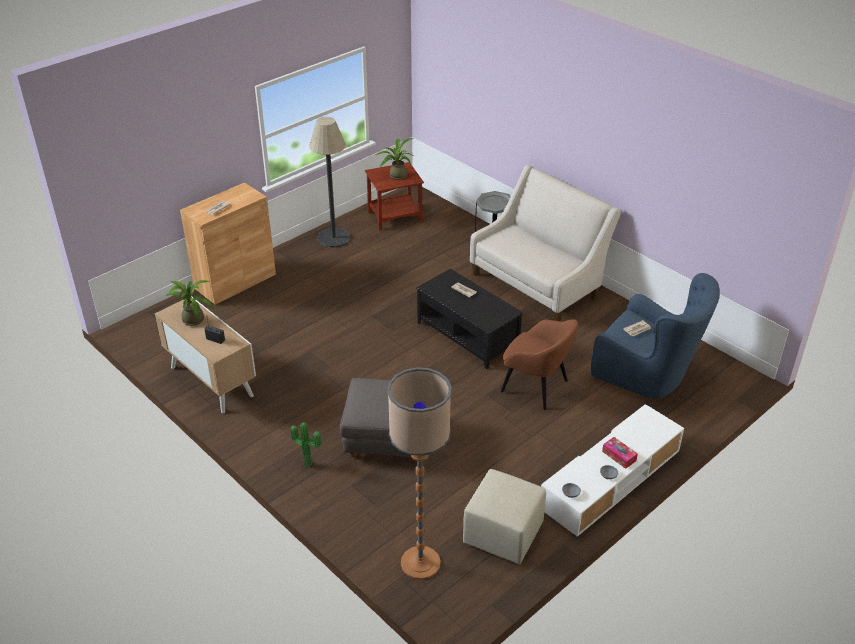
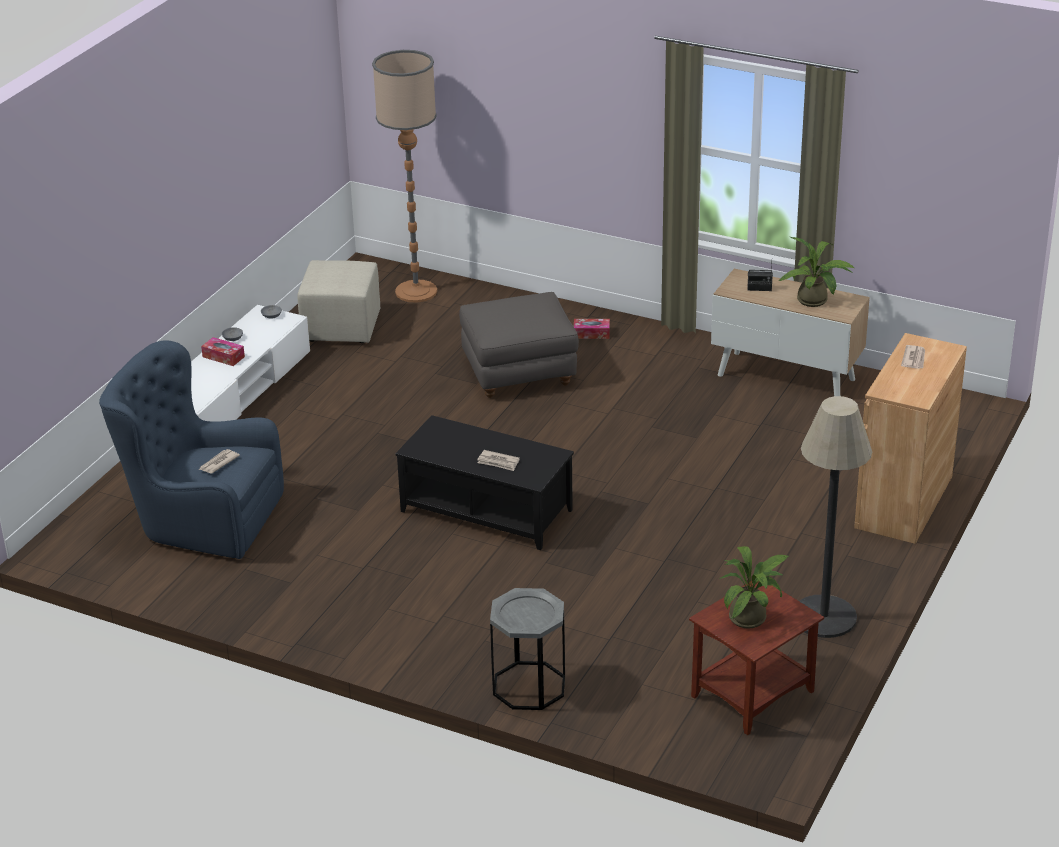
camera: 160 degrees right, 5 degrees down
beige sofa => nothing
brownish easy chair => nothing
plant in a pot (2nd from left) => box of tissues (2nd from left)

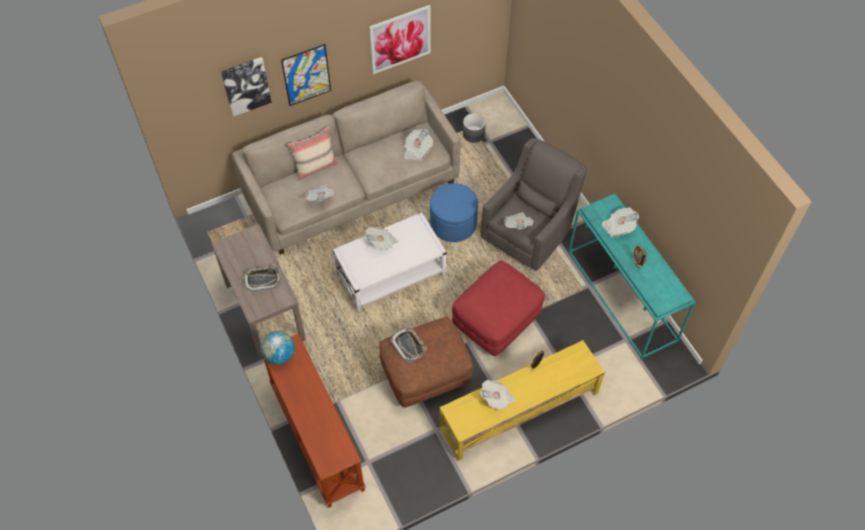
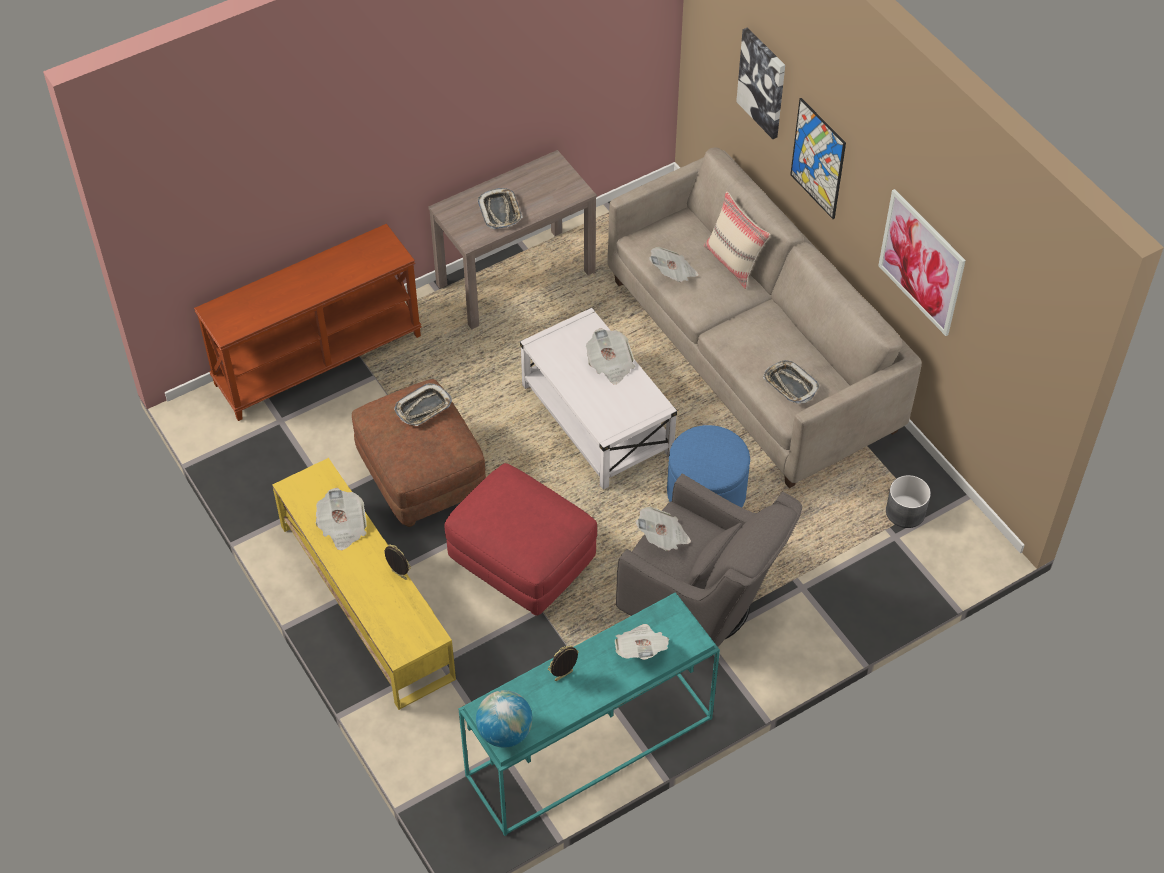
camera: 85 degrees right, 5 degrees down
daily paper (3rd from left) => carrying tray (3rd from left)
world globe, move

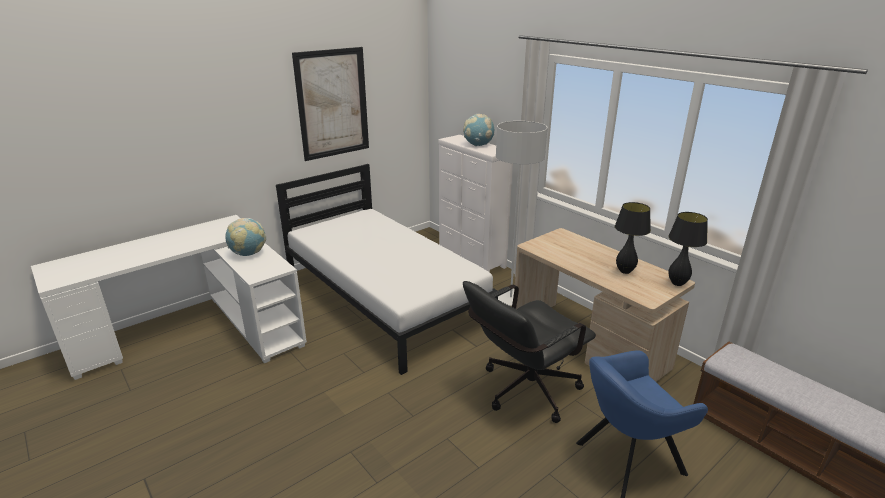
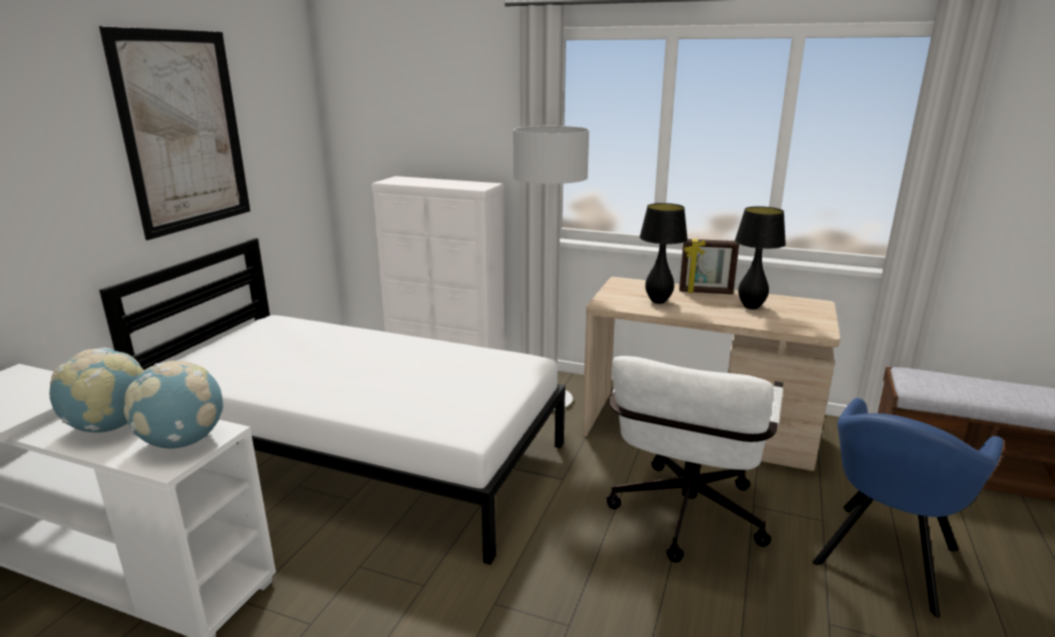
camera: 30 degrees left, 5 degrees down
world globe (2nd from left), move
blackish lamp for a table (2nd from left in the first image) => blackish lamp for a table (1st from left), move
blackish computer chair => white-coloured computer chair
nothing => photo frame

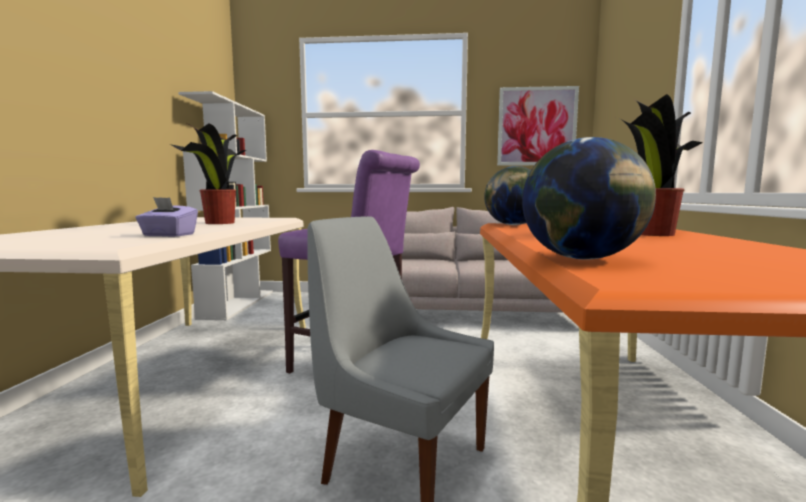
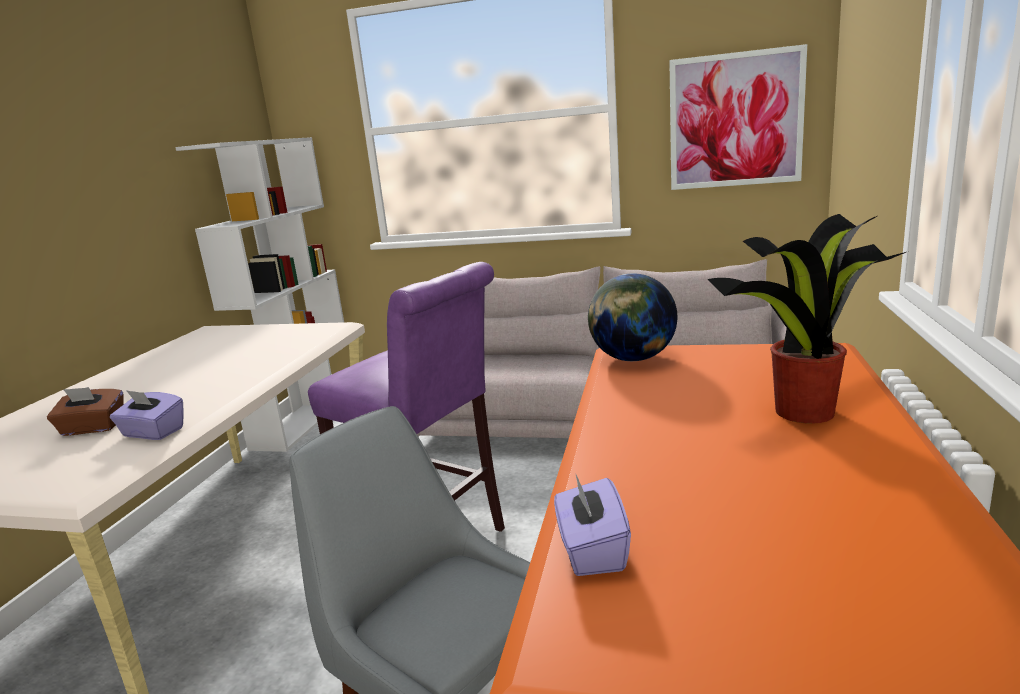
camera: 10 degrees right, 10 degrees up
plant in a pot (1st from left) => nothing
world globe (2nd from left) => purple-coloured box of tissues (2nd from left)
nothing => brownish box of tissues

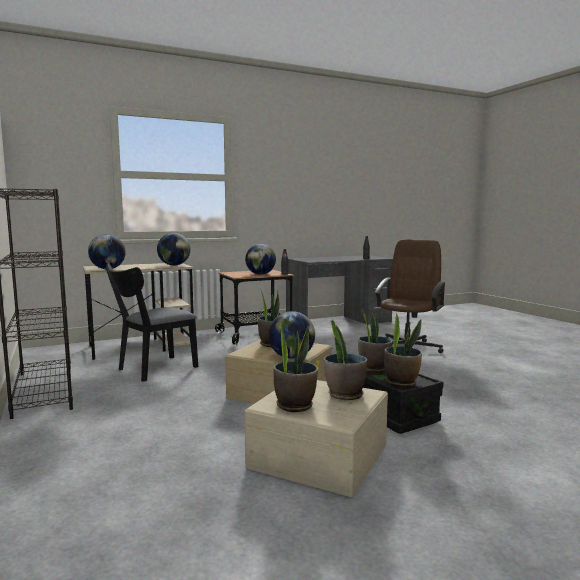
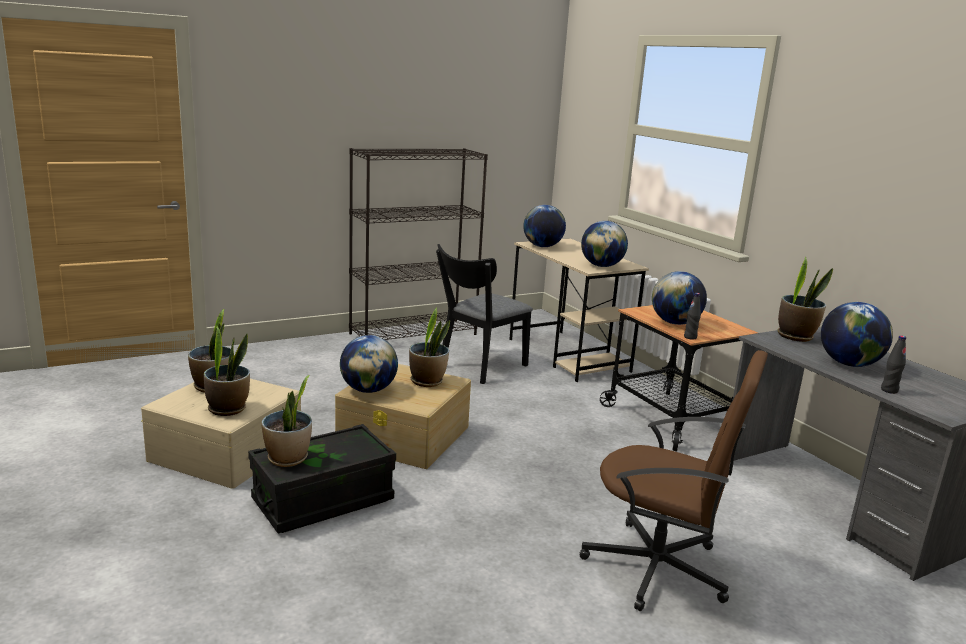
camera: 85 degrees right, 10 degrees up
blackish plain chair, 90 degrees counterclockwise
plant in a pot (4th from left in the first image) => plant in a pot (5th from left), move
nothing => world globe (5th from left)

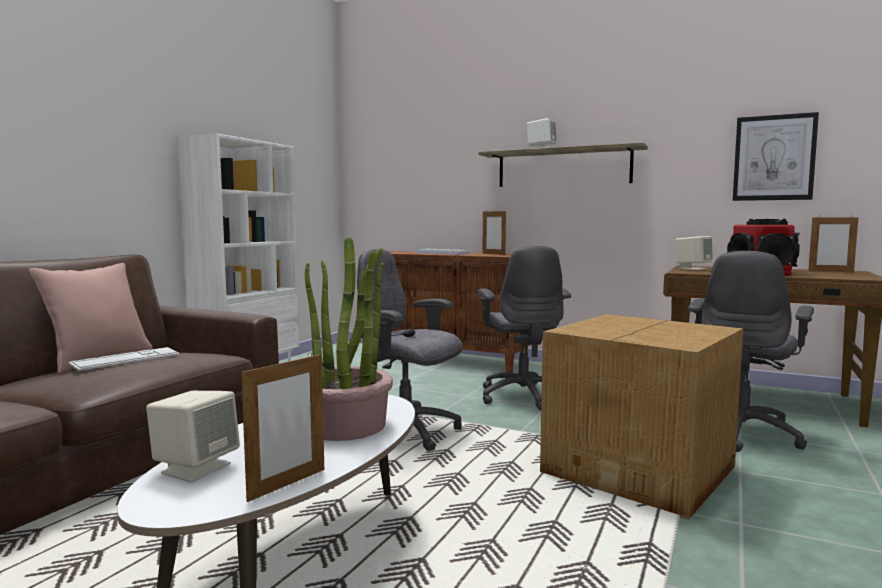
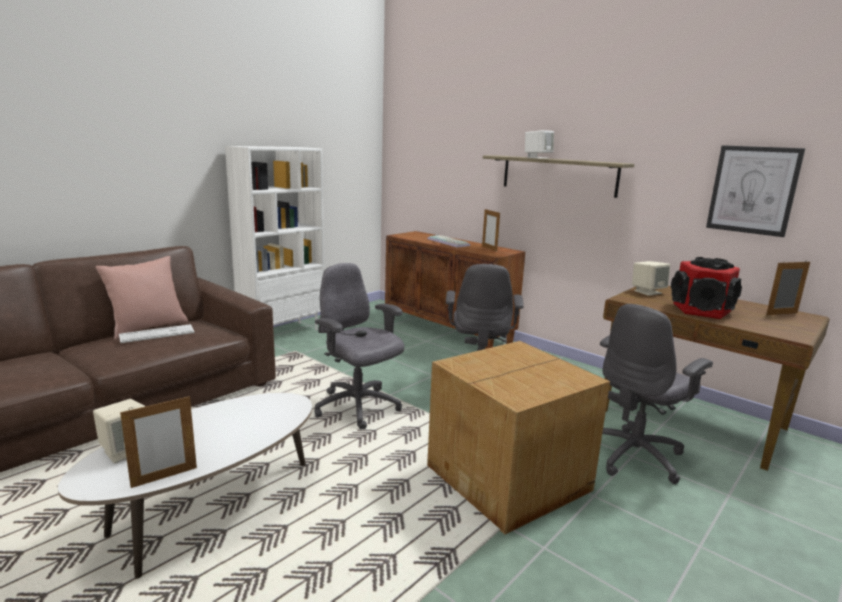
camera: 15 degrees right, 10 degrees up
photo frame (3rd from left), 135 degrees clockwise
plant in a pot => nothing

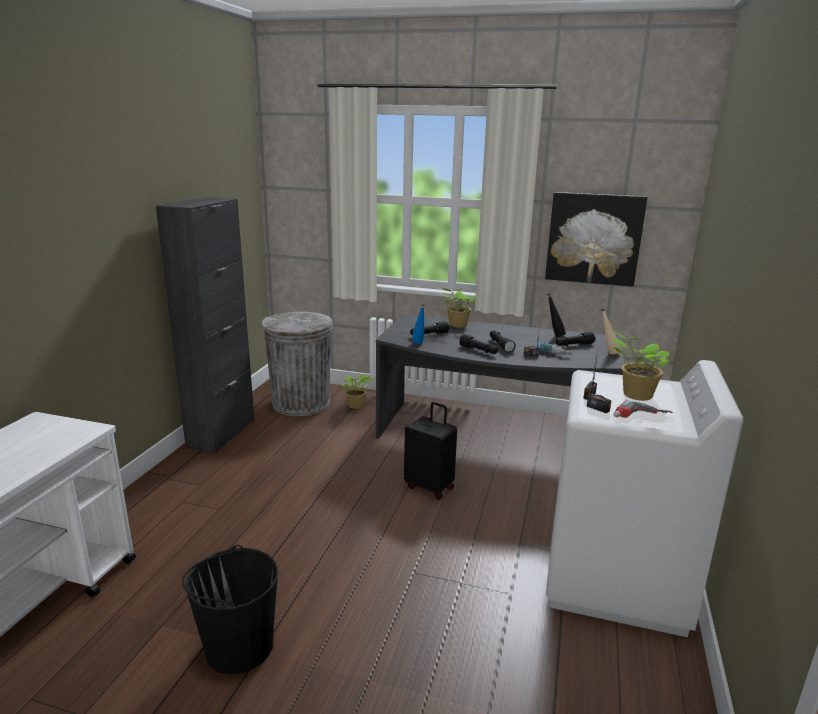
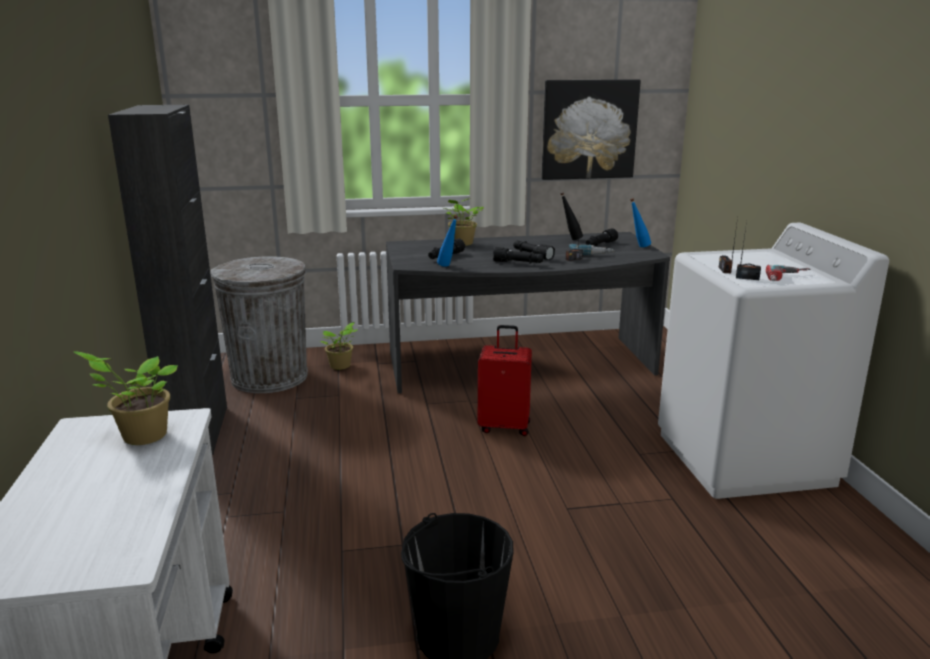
camera: 25 degrees left, 0 degrees up
beige bottle => bluish bottle (2nd from left)
plant in a pot (3rd from left in the first image) => plant in a pot (1st from left), move
blackish piece of luggage => red piece of luggage

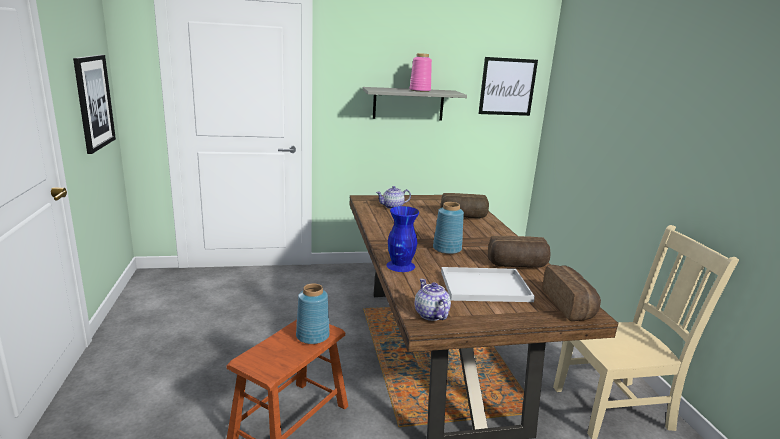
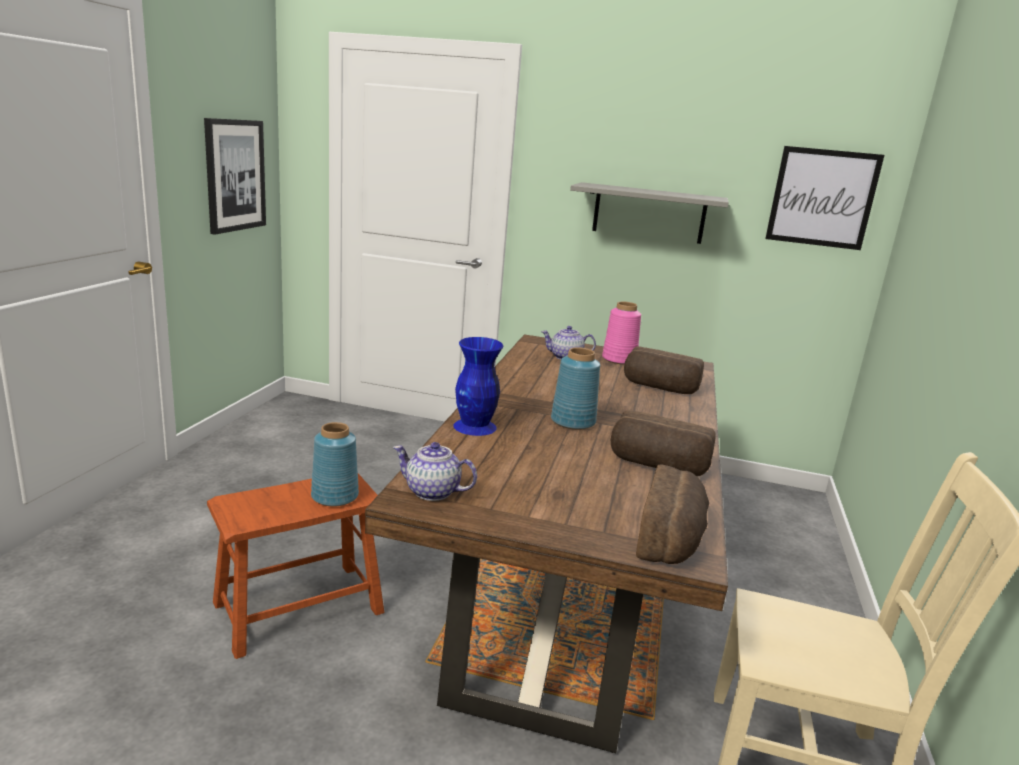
camera: 25 degrees right, 0 degrees up
pink-coloured decorative vase, move
white-coloured carrying tray => nothing
pot for tea (2nd from left in the first image) => pot for tea (1st from left), 75 degrees counterclockwise

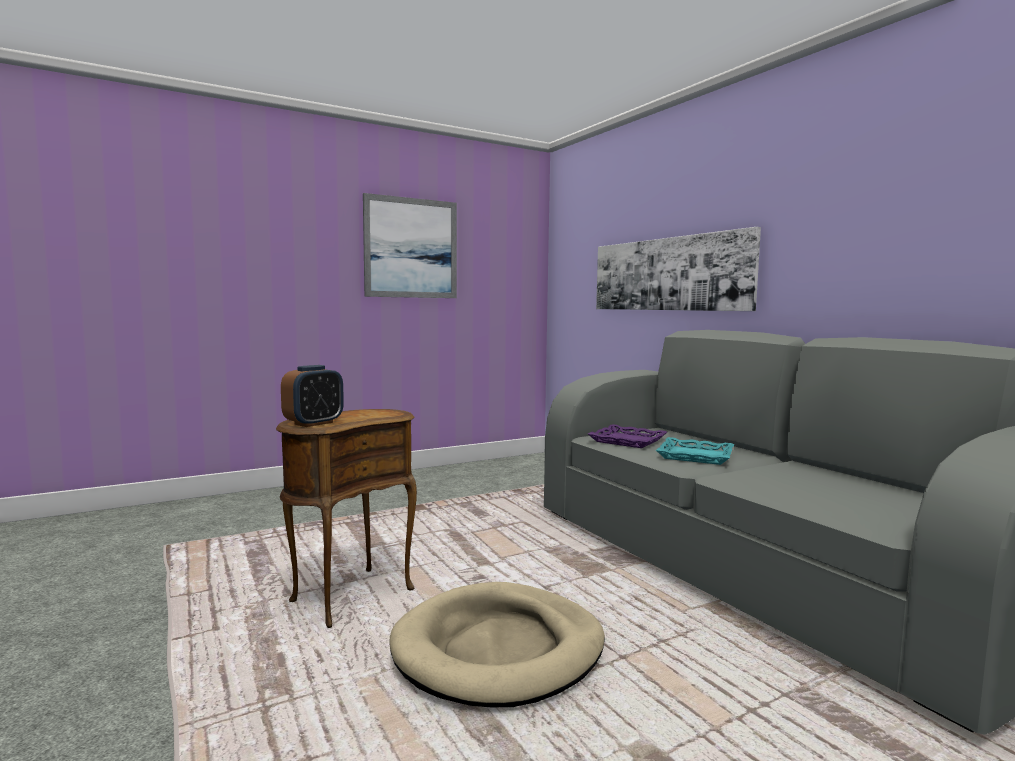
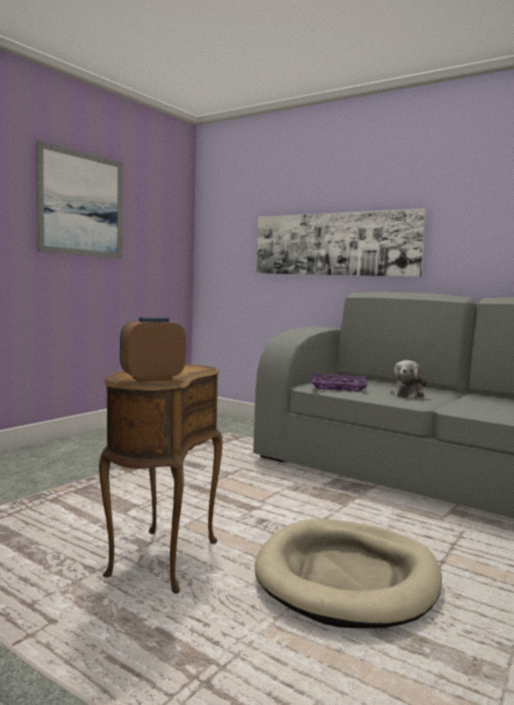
camera: 25 degrees left, 0 degrees up
alarm clock, 135 degrees counterclockwise
blue-green carrying tray => cuddly toy

